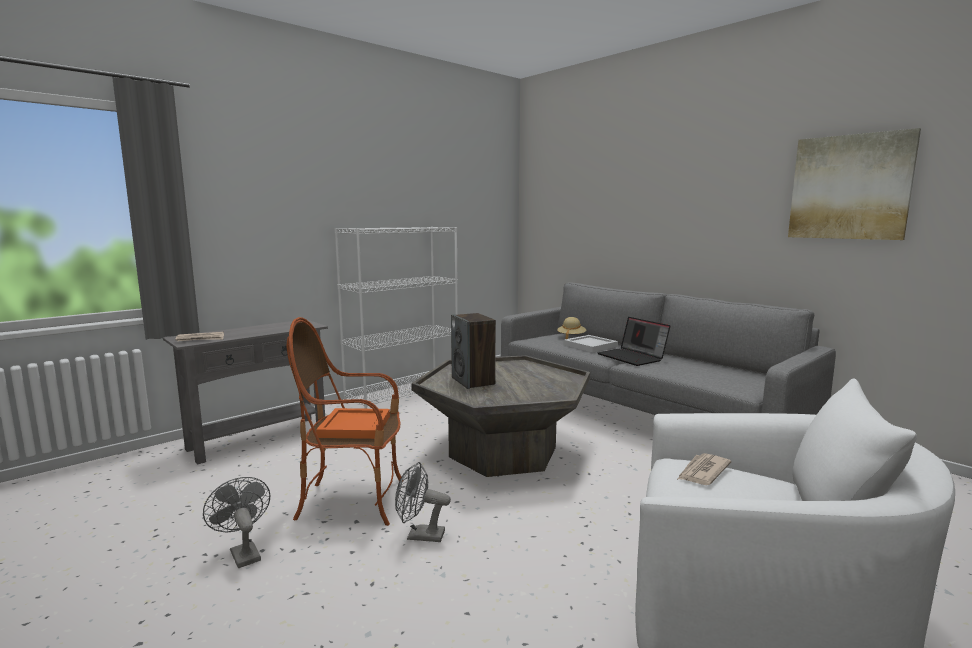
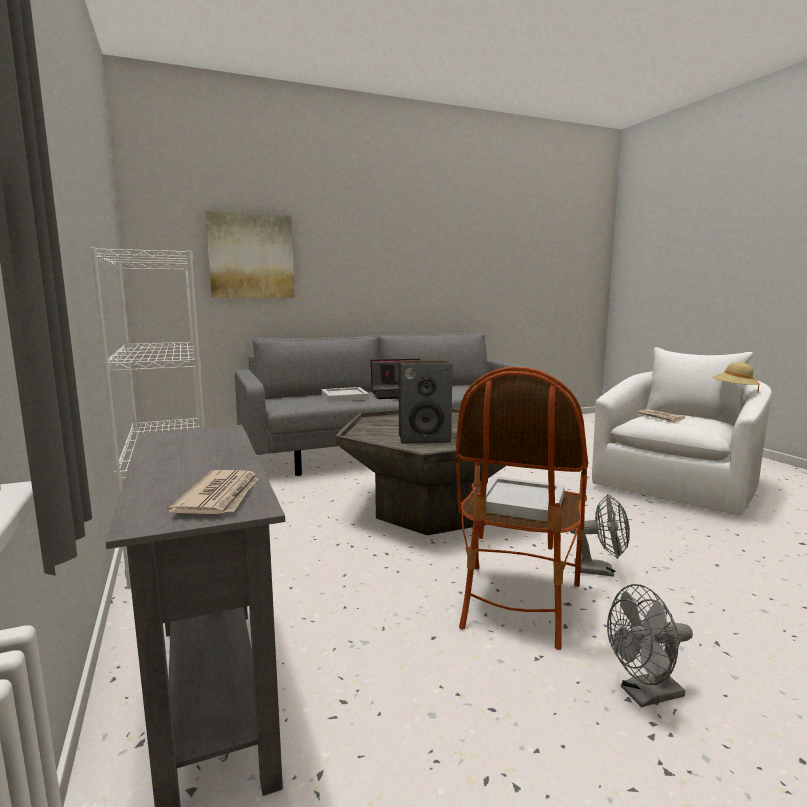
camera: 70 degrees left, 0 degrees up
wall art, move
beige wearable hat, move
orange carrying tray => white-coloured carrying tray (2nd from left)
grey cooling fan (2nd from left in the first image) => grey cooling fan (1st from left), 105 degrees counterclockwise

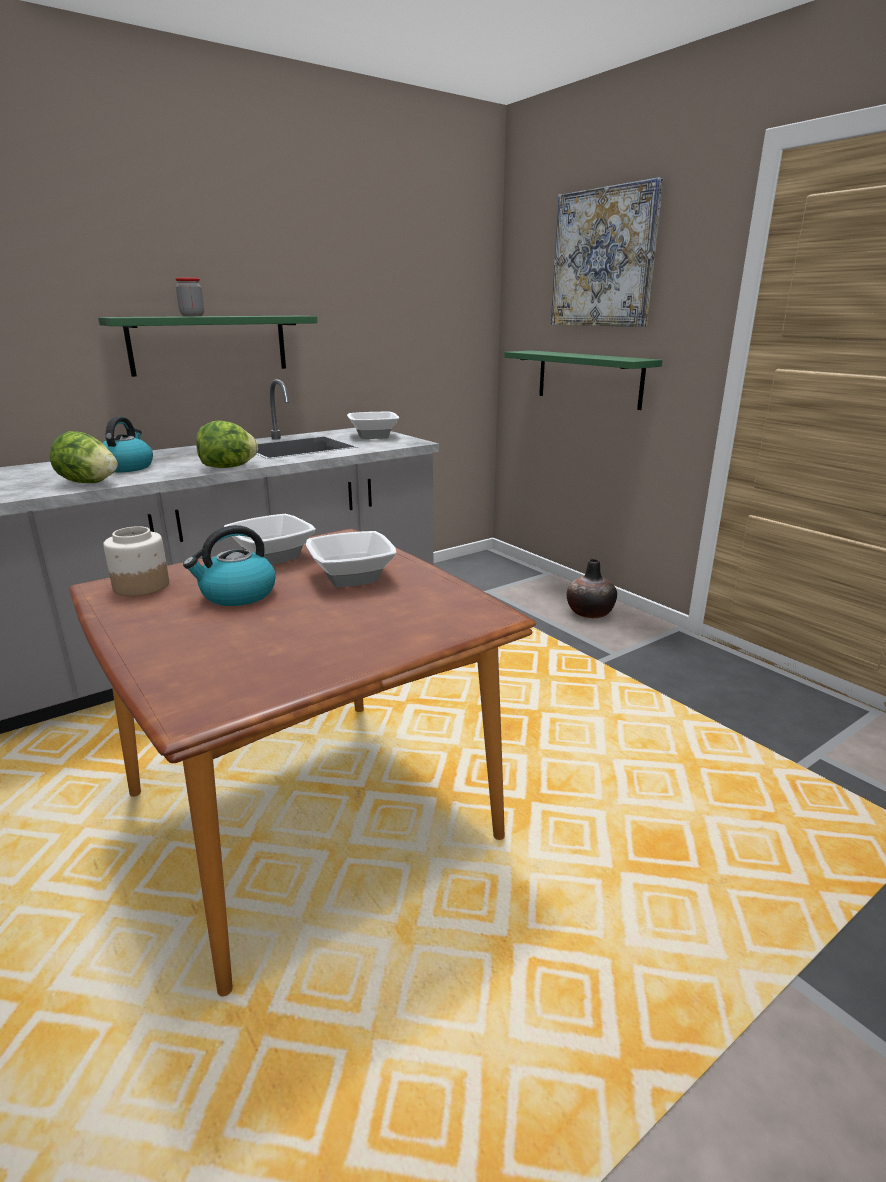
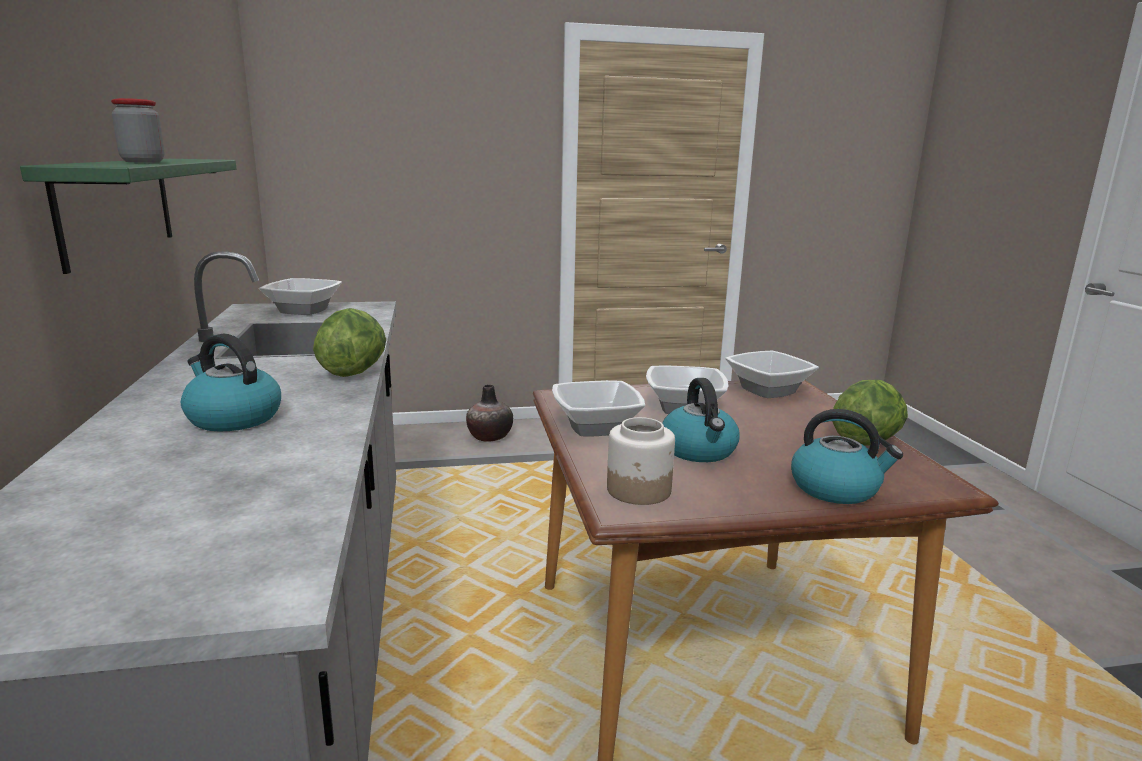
camera: 65 degrees left, 5 degrees down
wall art => nothing
green-coloured bracket shelf (2nd from left) => nothing
head of lettuce (1st from left in the first image) => head of lettuce (2nd from left), move
nothing => deep dish (4th from left)
nothing => water kettle (3rd from left)

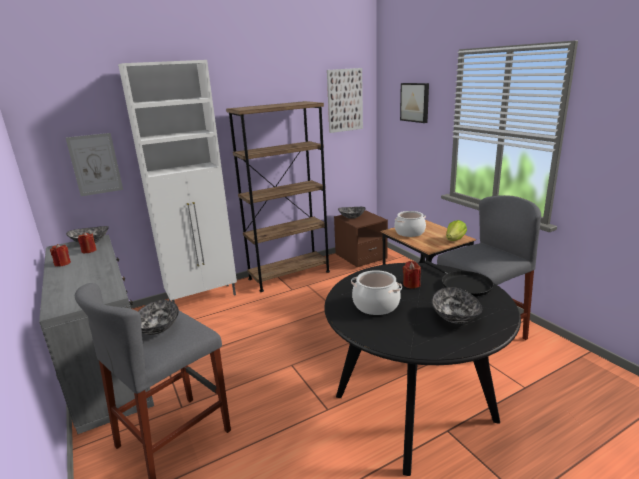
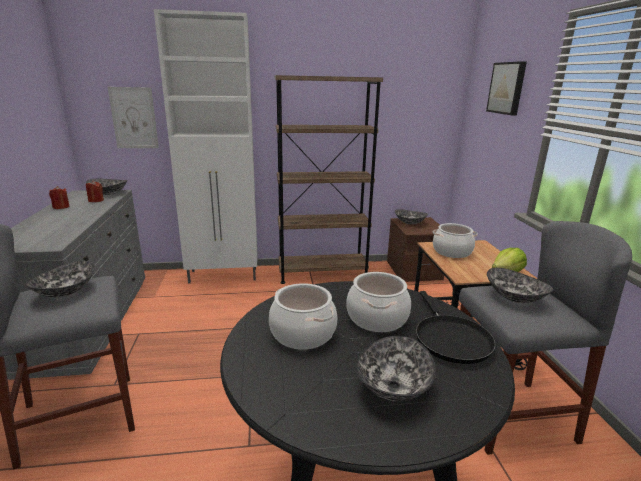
camera: 20 degrees right, 0 degrees up
wall art (2nd from left) => nothing
red wax light (3rd from left) => saucepot (2nd from left)
nothing => deep dish (5th from left)

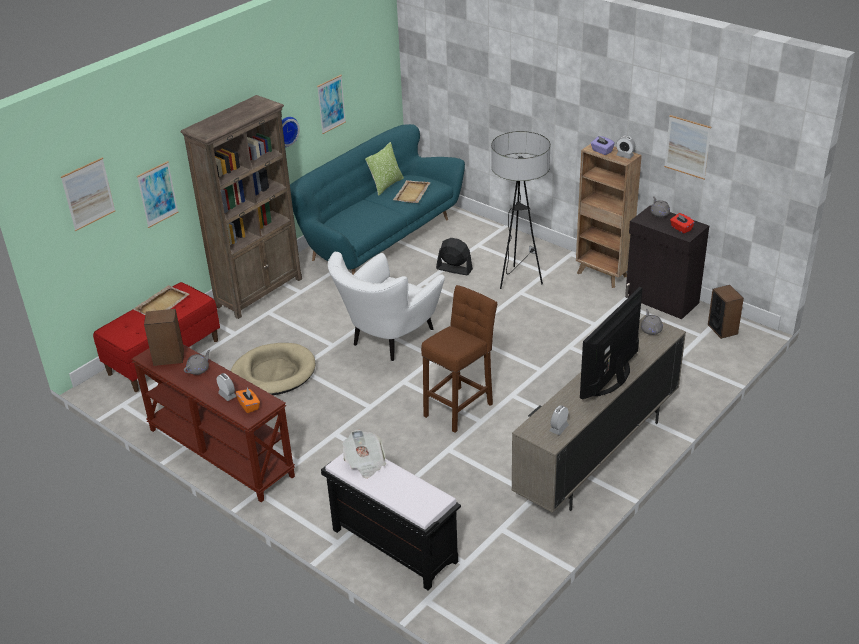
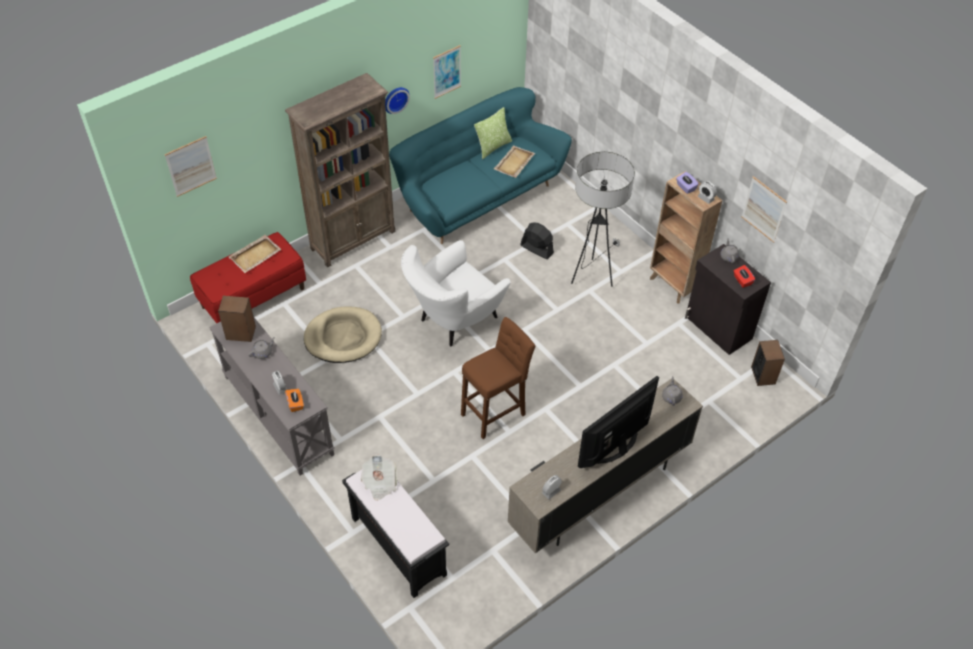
camera: 10 degrees right, 15 degrees up
wall art (2nd from left) => nothing
brownish narrow table => grey narrow table

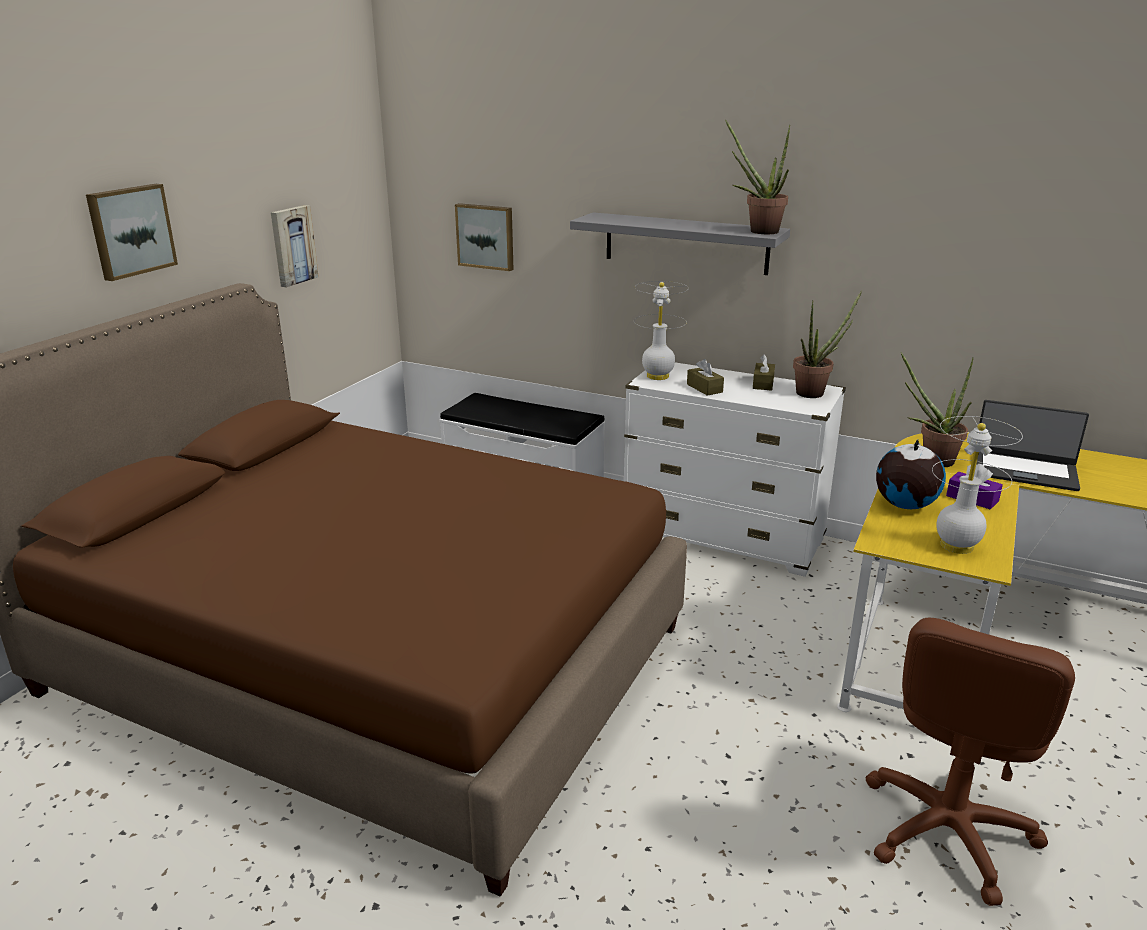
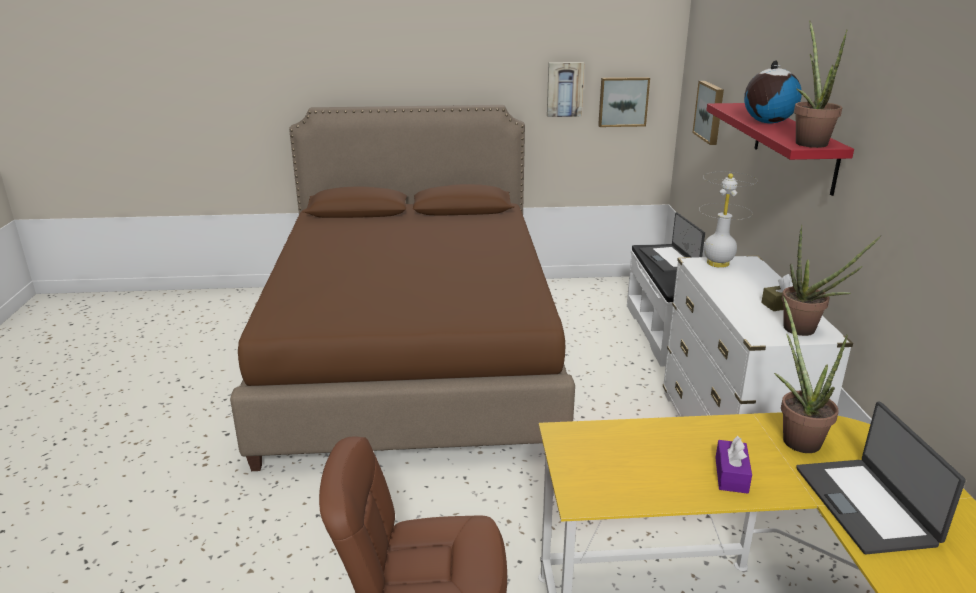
camera: 60 degrees right, 0 degrees up
wall art (1st from left in the first image) => wall art (2nd from left), move
grey bracket shelf => red bracket shelf
brownish box of tissues (1st from left) => nothing
white-coloured lamp for a table (2nd from left) => nothing
world globe, move
nothing => laptop (1st from left)

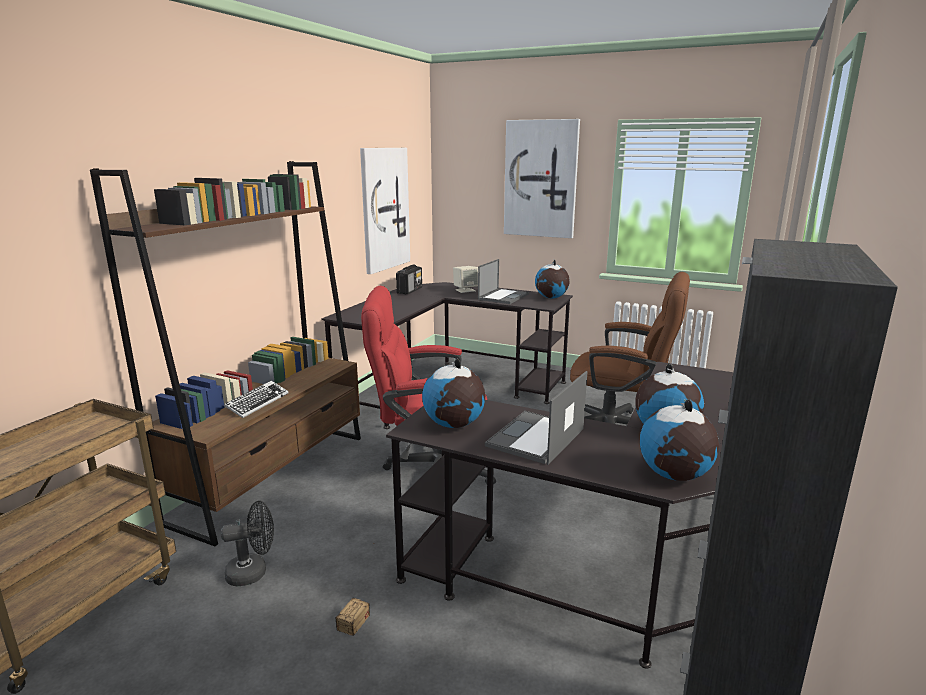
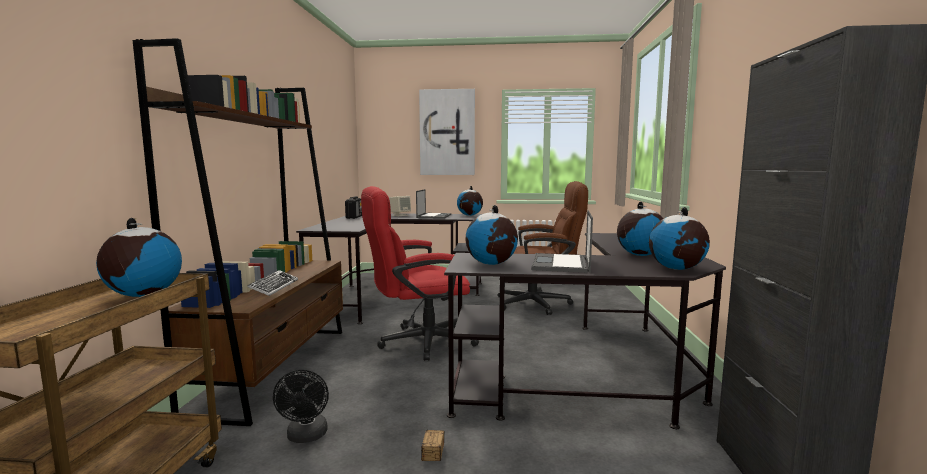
camera: 20 degrees left, 10 degrees down
wall art (1st from left) => nothing
blackish cooling fan, 120 degrees clockwise
nothing => world globe (1st from left)

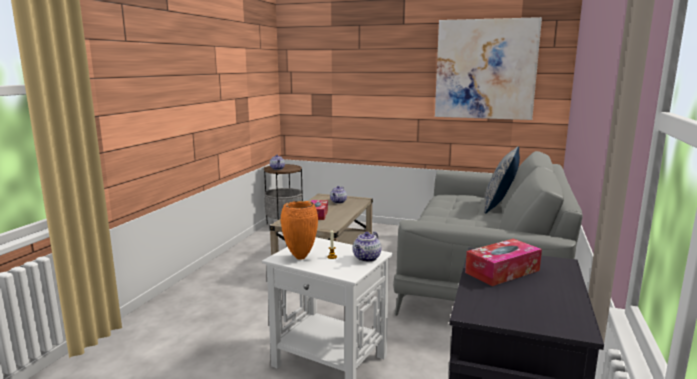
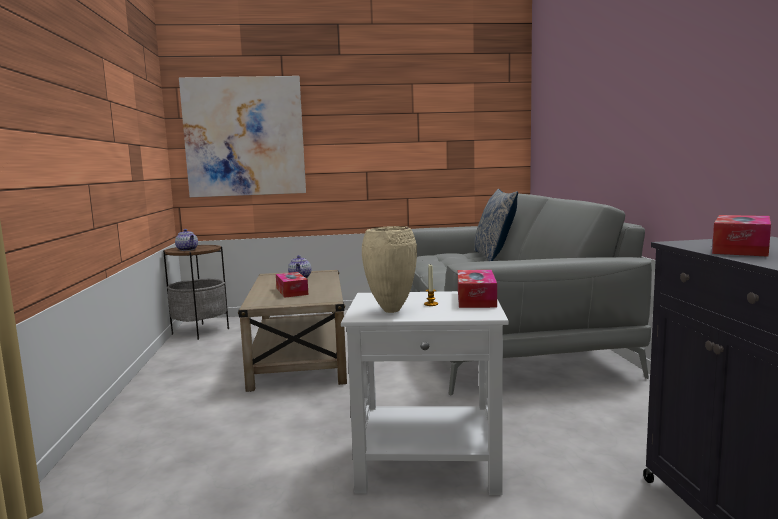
camera: 25 degrees left, 5 degrees down
wall art, move
orange decorative vase => beige decorative vase
pot for tea (3rd from left) => box of tissues (2nd from left)

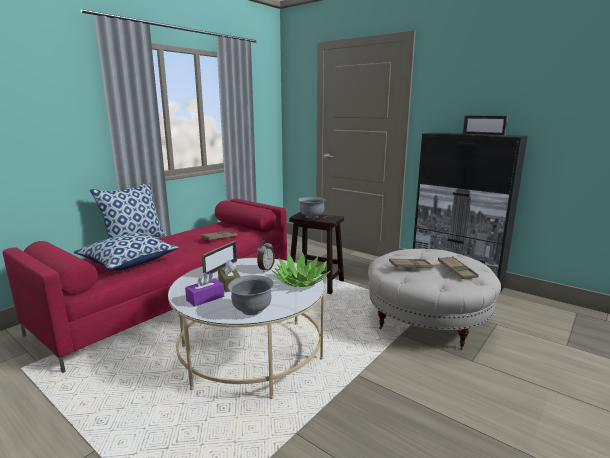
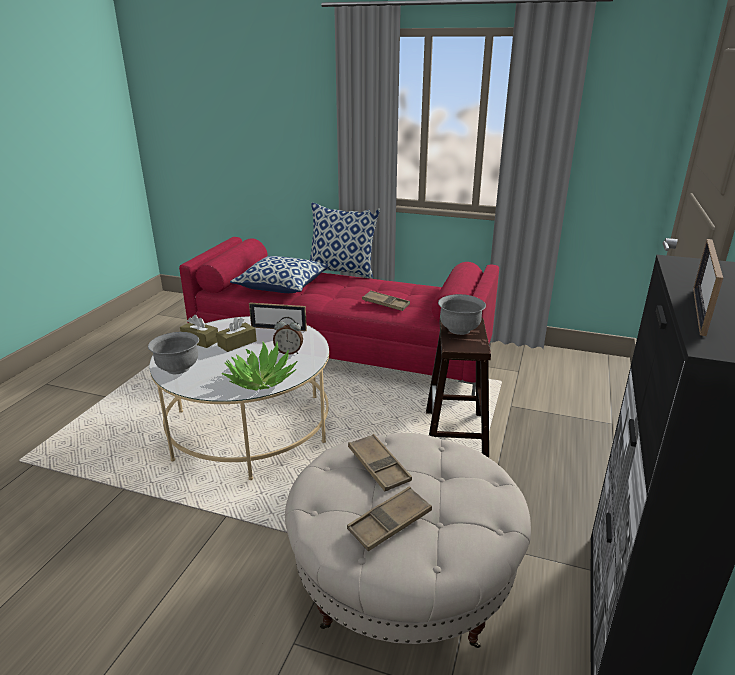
camera: 70 degrees right, 10 degrees up
purple-coloured box of tissues => brownish box of tissues (1st from left)

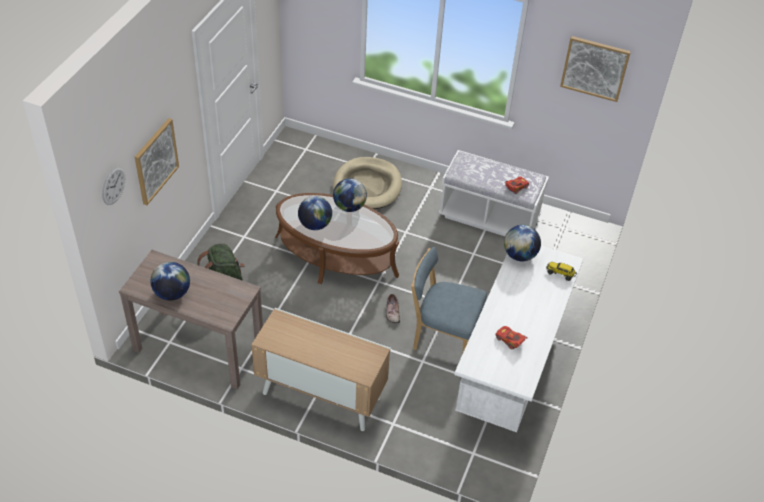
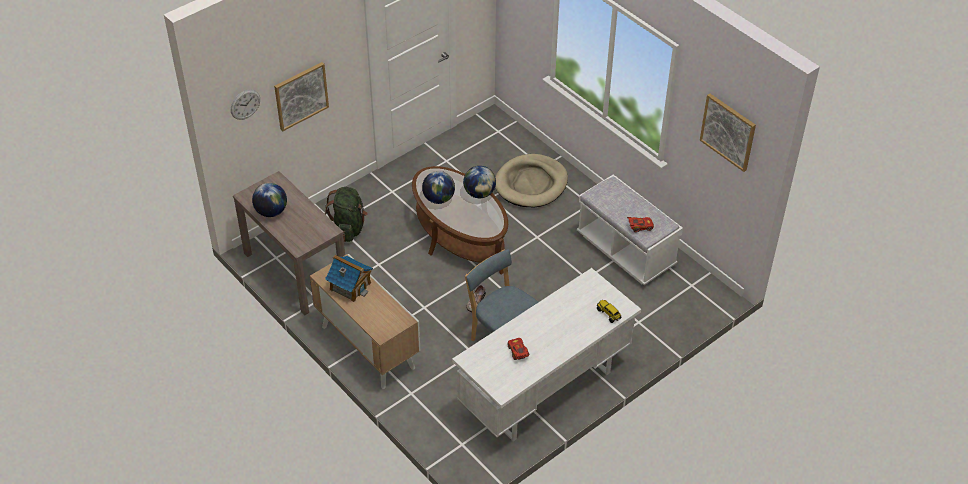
camera: 30 degrees right, 0 degrees up
world globe (4th from left) => nothing
nothing => model house

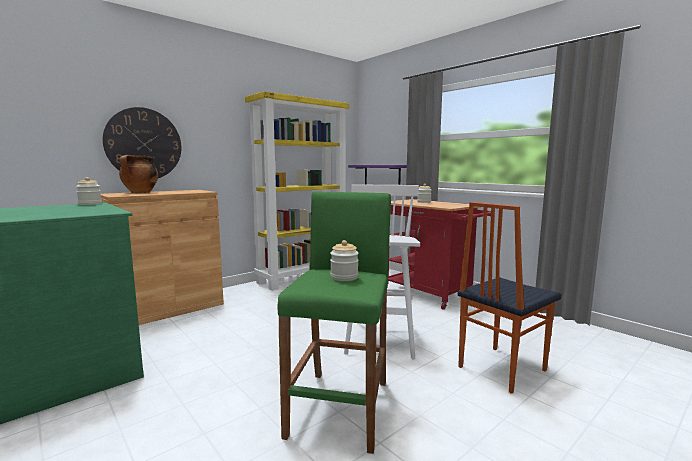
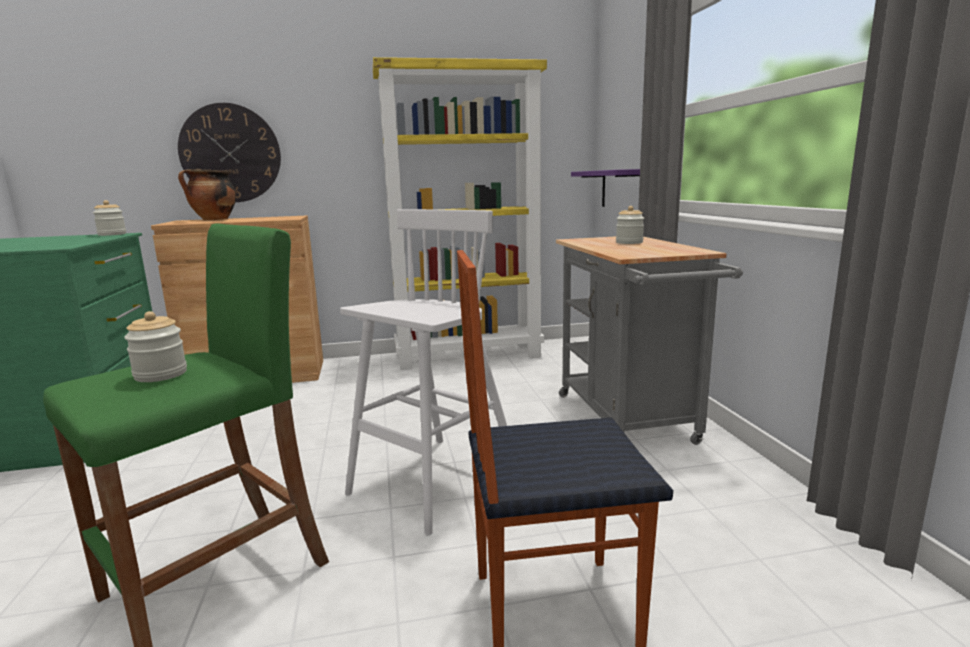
camera: 30 degrees right, 5 degrees up
red wheeled cart => grey wheeled cart

